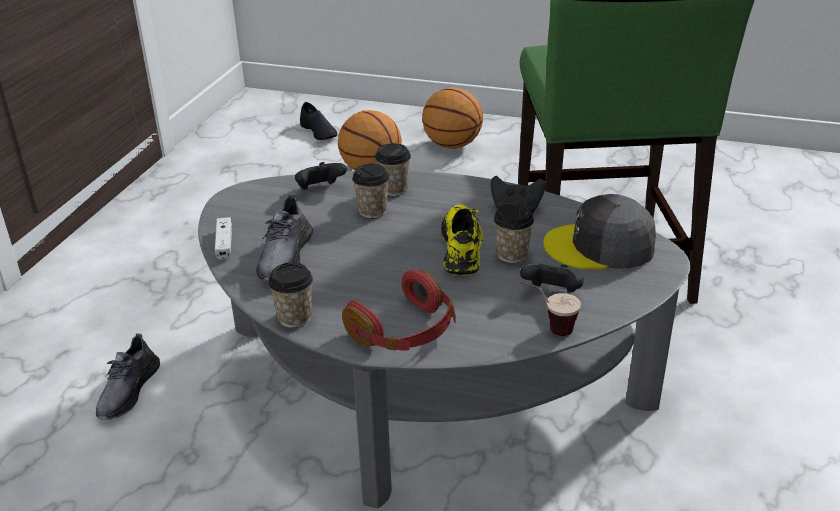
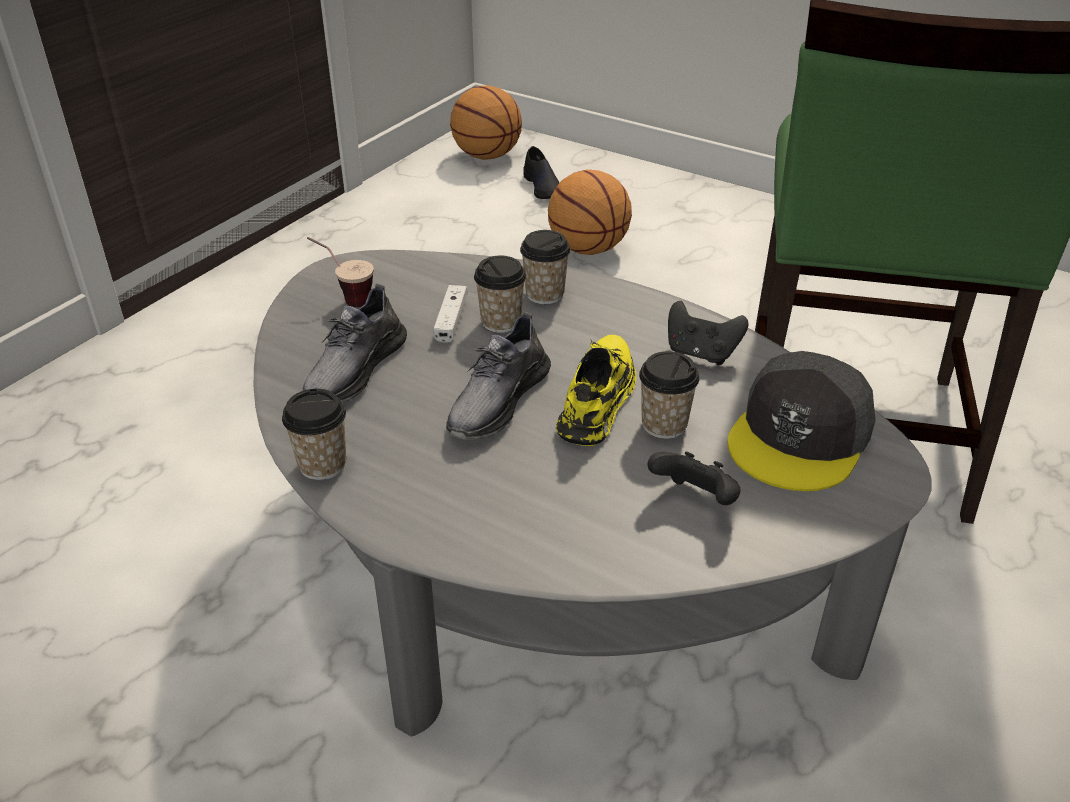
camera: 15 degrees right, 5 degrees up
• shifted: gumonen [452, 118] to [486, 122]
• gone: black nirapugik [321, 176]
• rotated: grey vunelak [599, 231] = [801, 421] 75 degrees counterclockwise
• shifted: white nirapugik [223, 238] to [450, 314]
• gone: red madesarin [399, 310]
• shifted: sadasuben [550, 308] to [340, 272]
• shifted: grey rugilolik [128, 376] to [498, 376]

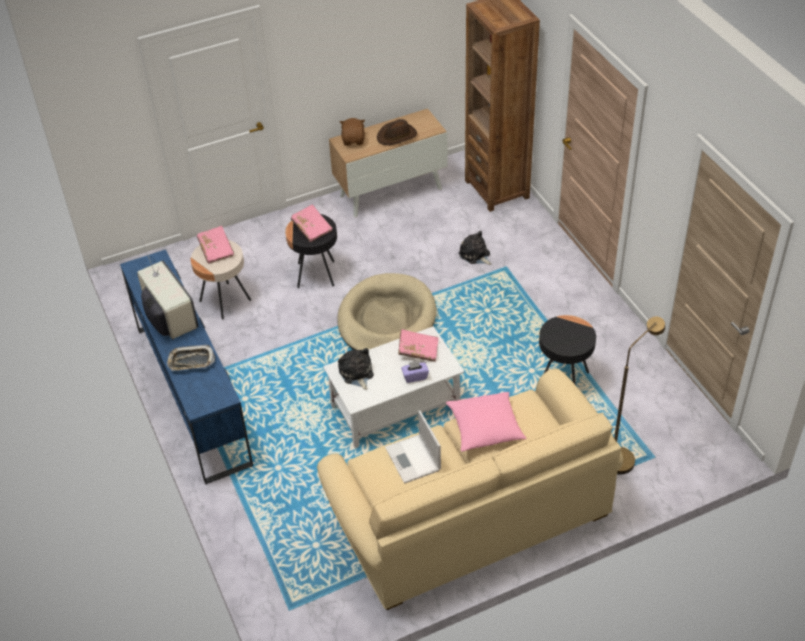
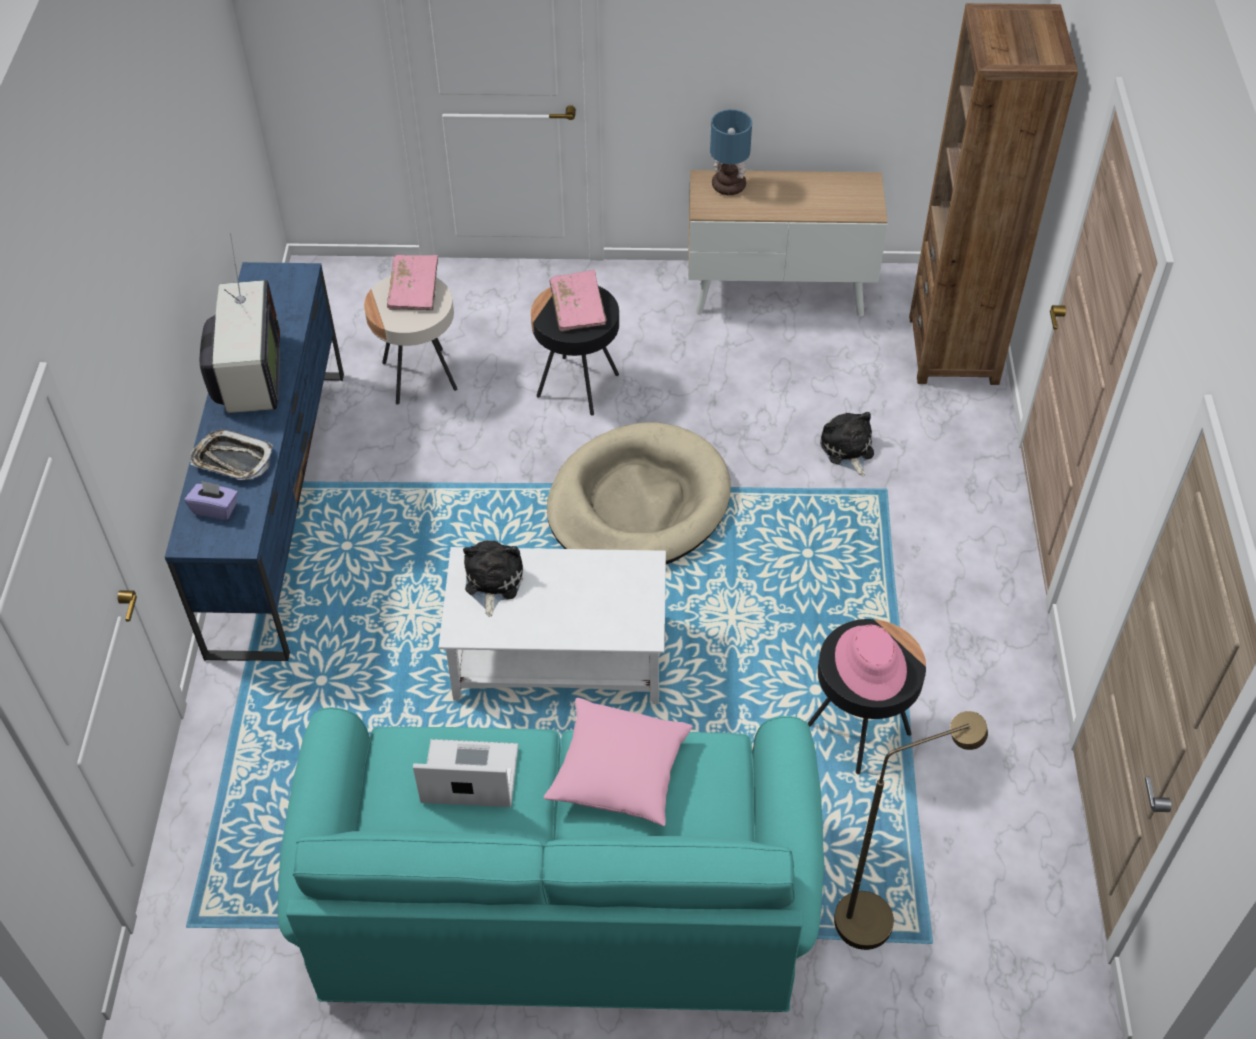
camera: 25 degrees right, 5 degrees up
• swapped: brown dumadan [352, 132] to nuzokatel [731, 152]
• gone: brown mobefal [397, 132]
• gone: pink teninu [418, 345]
• shifted: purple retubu [415, 372] to [211, 500]
• repainted: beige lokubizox [470, 489] to turquoise lokubizox [551, 859]
• rotated: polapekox [413, 447] = [465, 773] 90 degrees clockwise
• new: pink mobefal [871, 663]

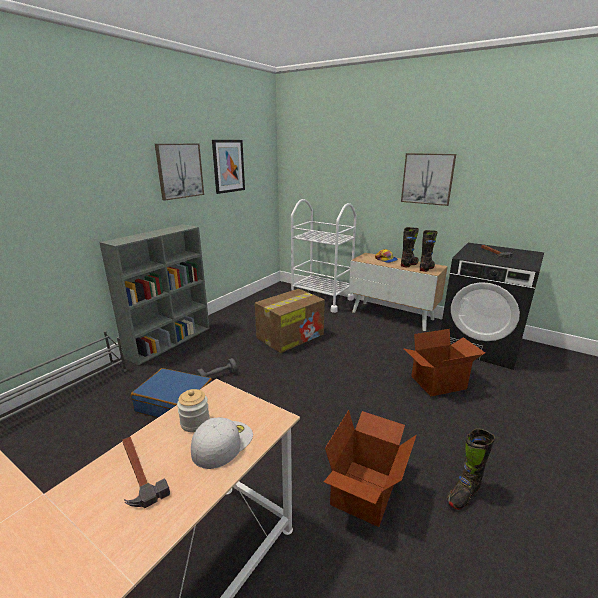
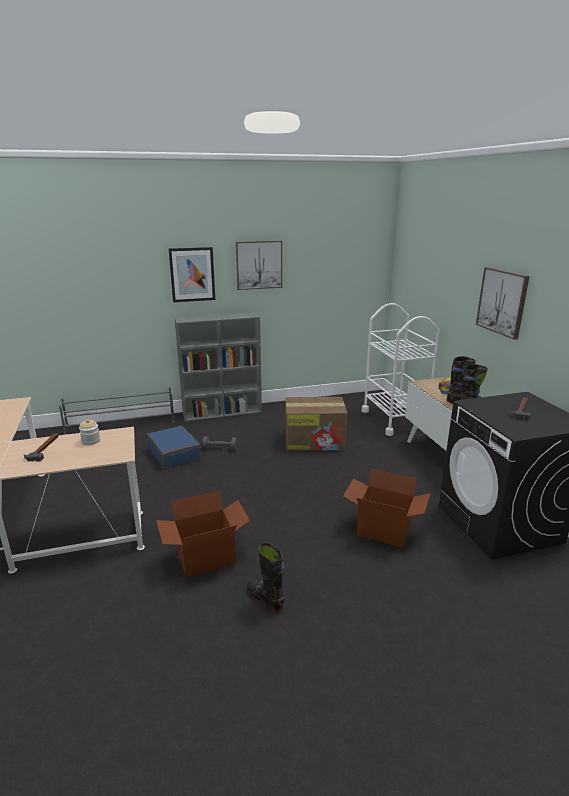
camera: 40 degrees right, 0 degrees up
• shifted: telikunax [228, 167] to [191, 274]
• gone: white vunelak [222, 443]
• rotated: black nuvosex [471, 469] = [266, 577] 45 degrees clockwise

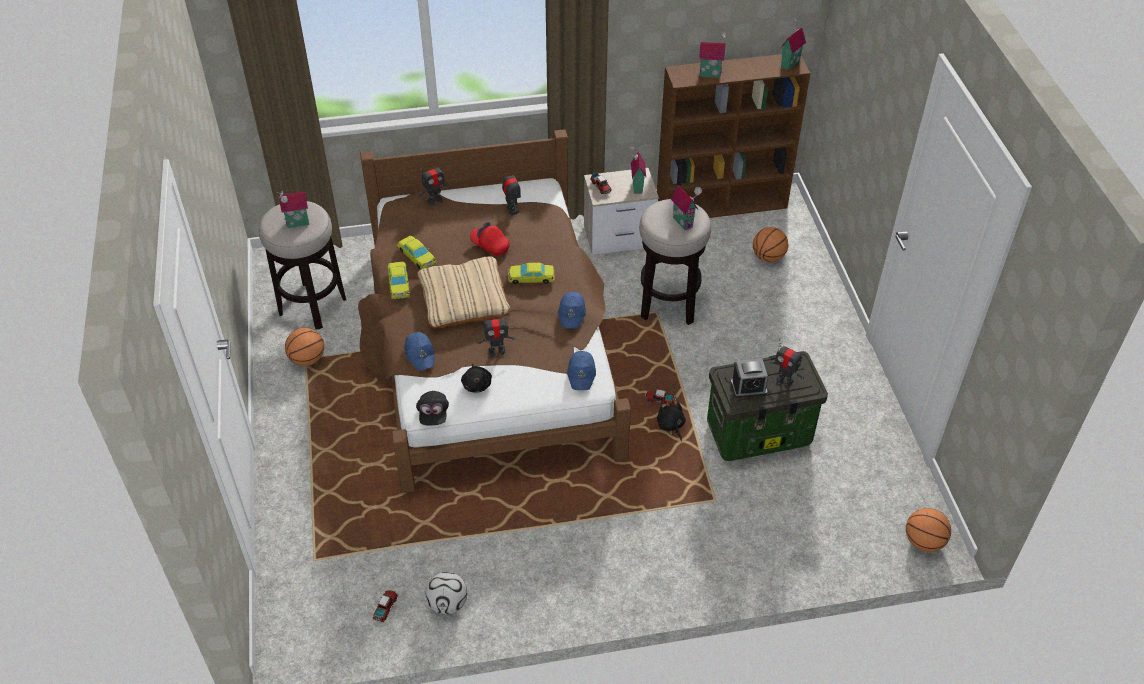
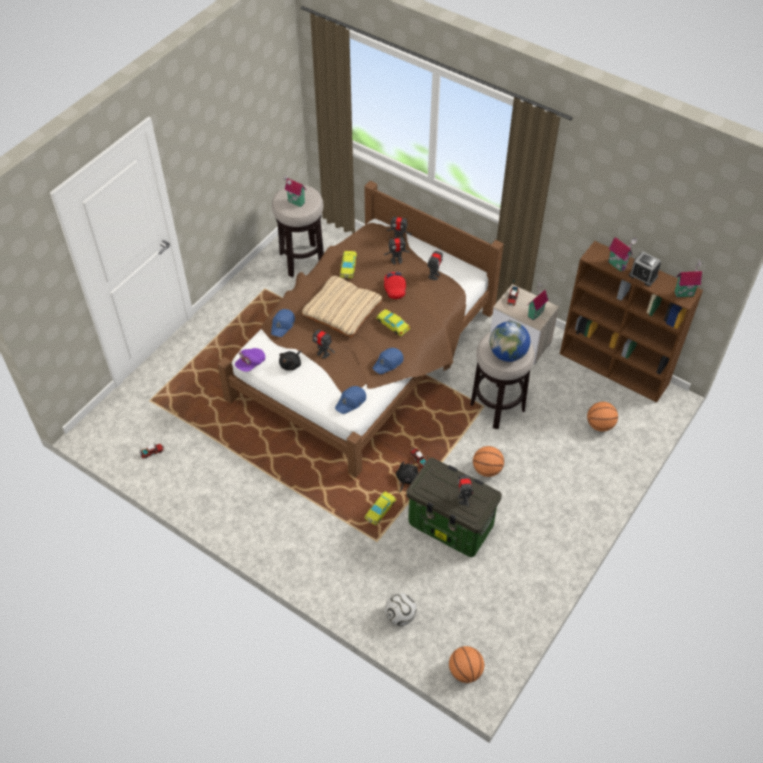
camera: 45 degrees right, 5 degrees up
• swapped: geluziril [686, 207] to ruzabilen [510, 341]
• shifted: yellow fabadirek [398, 280] to [380, 508]
• shifted: gumonen [304, 347] to [488, 461]
• shifted: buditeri [750, 378] to [645, 269]
• repainted: black vunelak [432, 408] to purple vunelak [250, 360]
• shifted: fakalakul [446, 593] to [401, 609]
• new: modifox [397, 249]

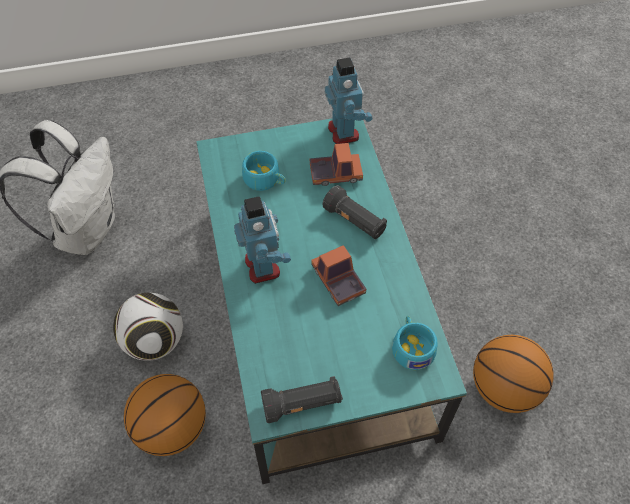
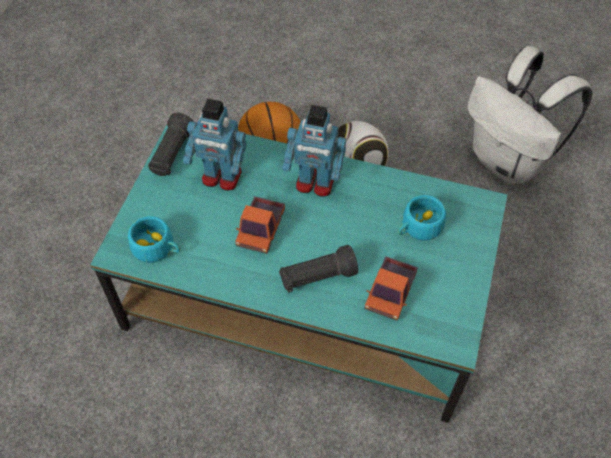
camera: 120 degrees right, 0 degrees up
• shifted: modifox [349, 100] to [215, 145]
• rotated: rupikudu [338, 275] = [260, 225] 105 degrees clockwise
• gone: gumonen [513, 374]

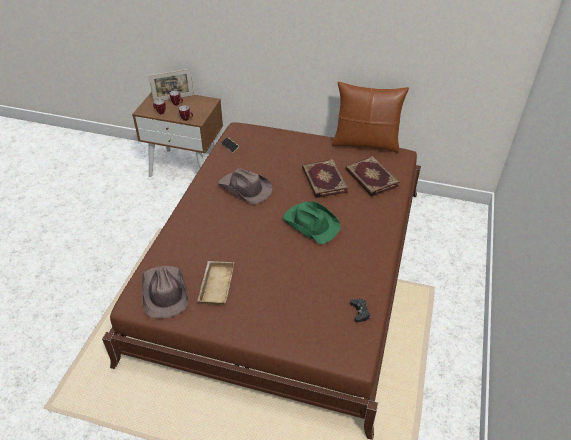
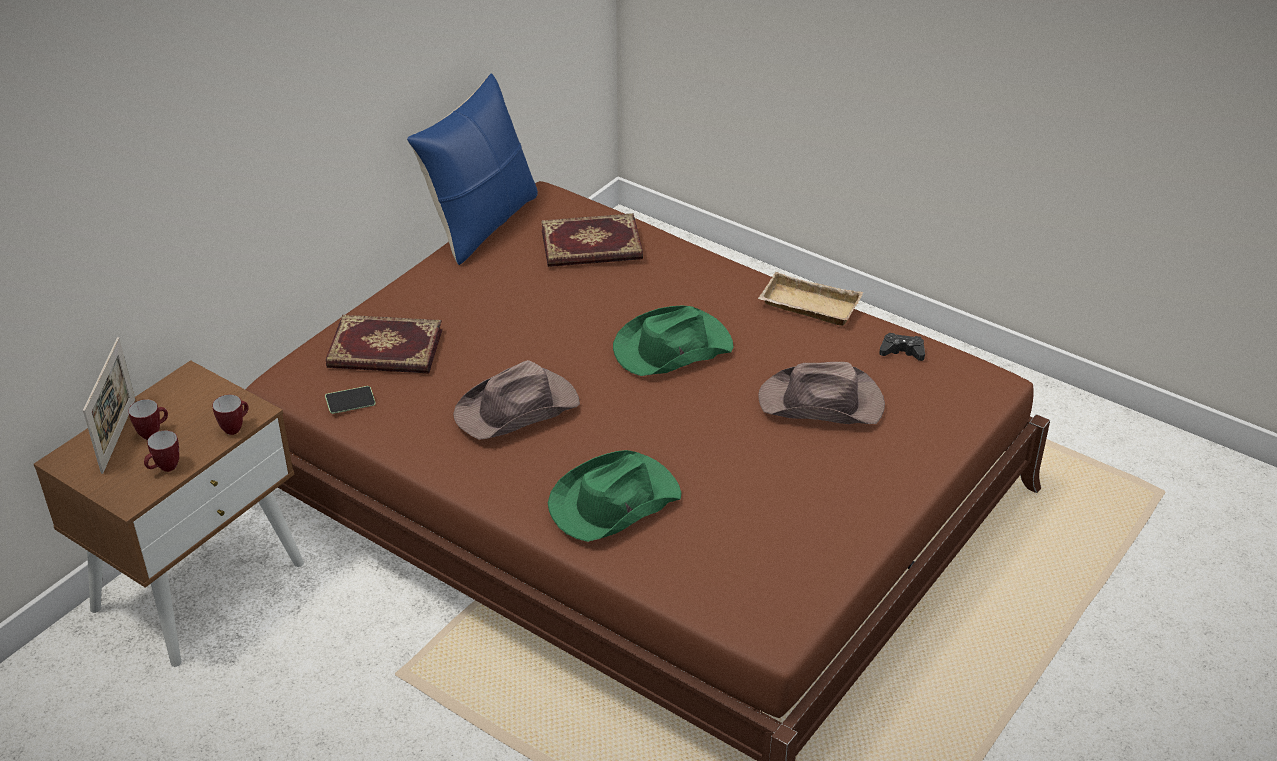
camera: 70 degrees left, 5 degrees down
• repainted: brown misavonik [370, 117] to blue misavonik [472, 169]
• shifted: teninu [325, 178] to [384, 344]
• shifted: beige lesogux [216, 283] to [810, 299]
• shifted: brown mobefal [165, 292] to [821, 393]
• new: green mobefal [614, 496]

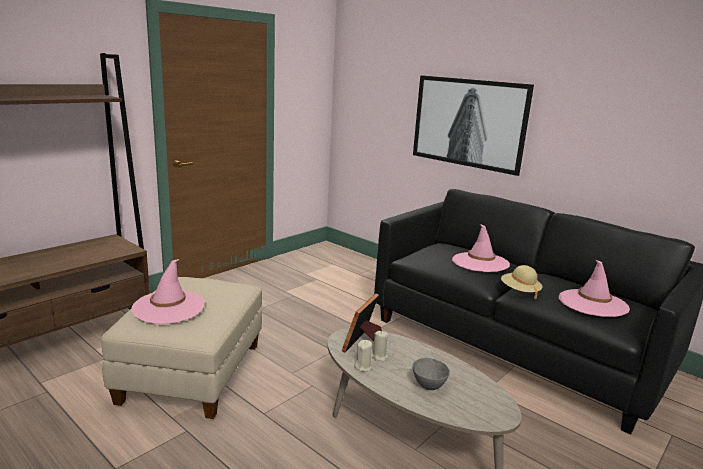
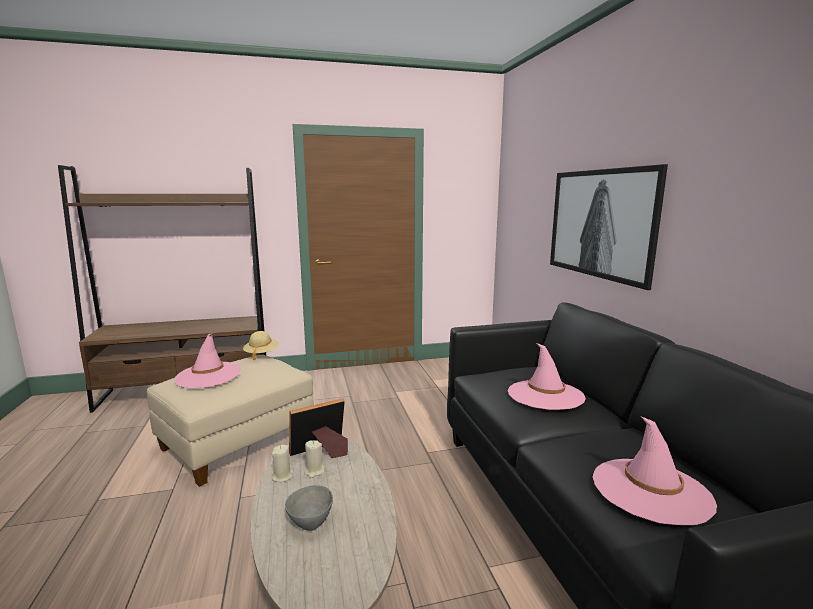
camera: 35 degrees right, 5 degrees down
• shifted: beige mobefal [522, 282] to [261, 345]

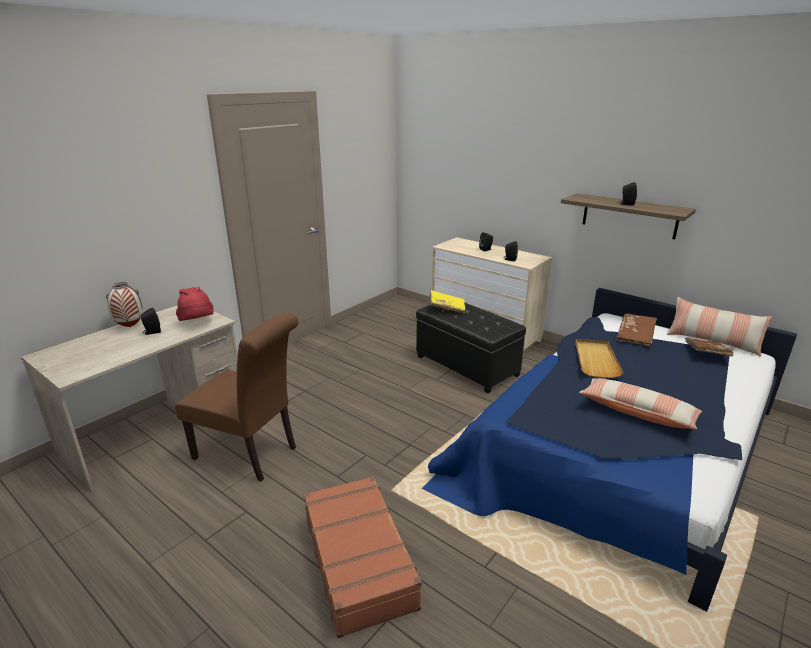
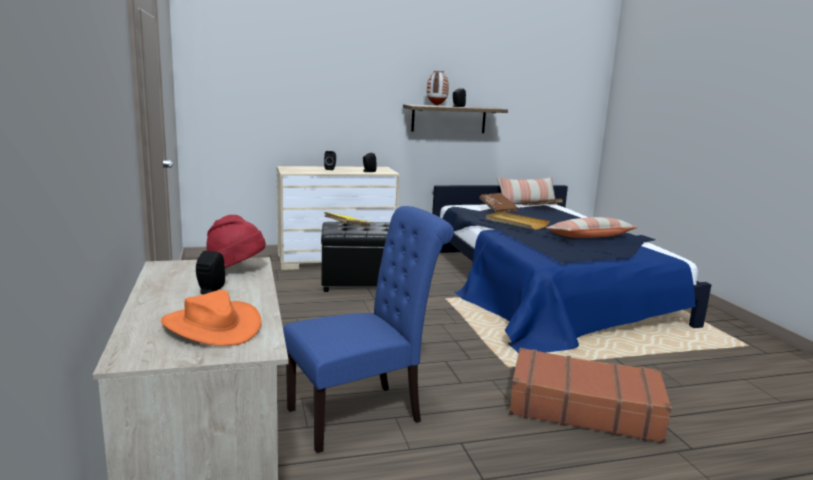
camera: 55 degrees left, 10 degrees down
• shifted: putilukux [124, 304] to [438, 88]
• repainted: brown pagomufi [236, 397] to blue pagomufi [368, 329]
• new: orange mobefal [211, 318]

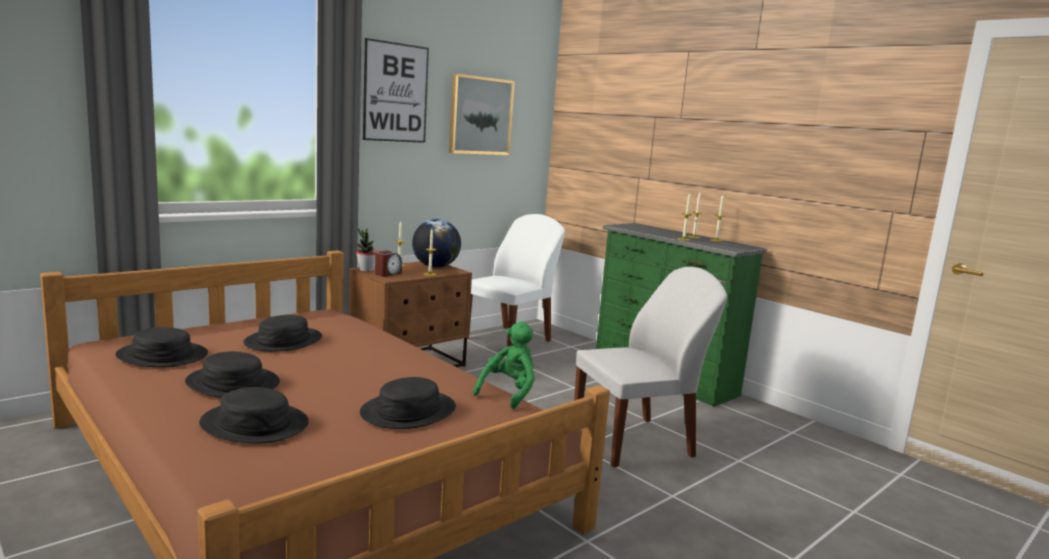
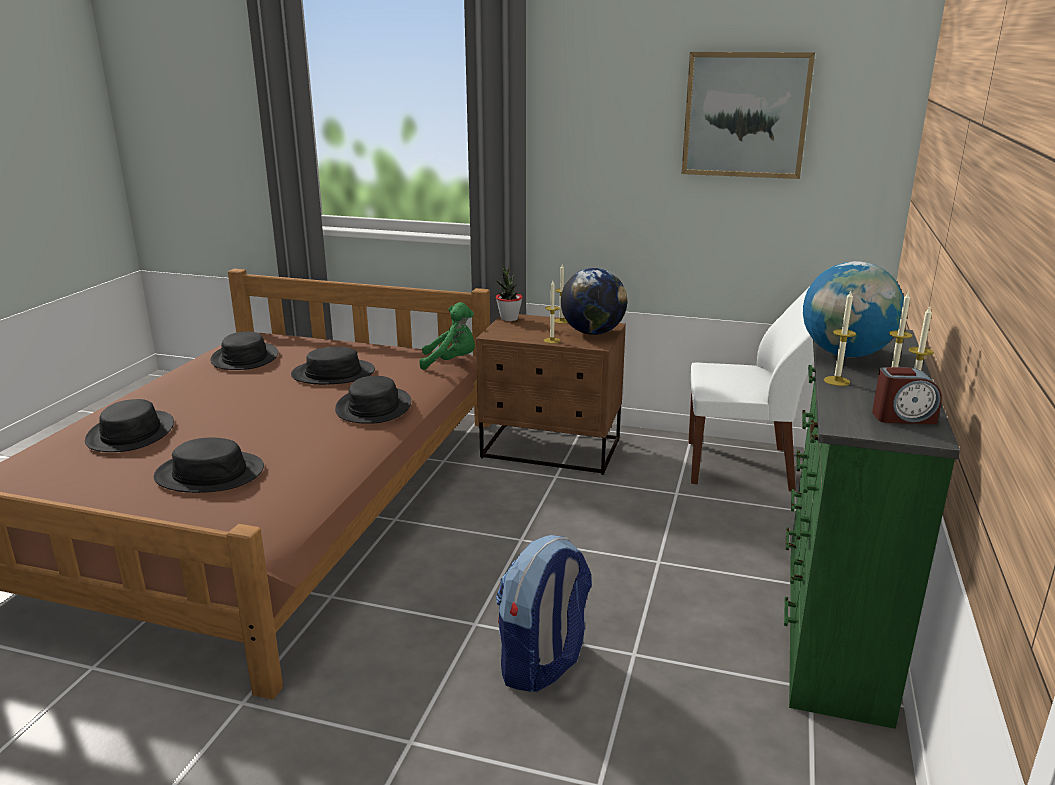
camera: 60 degrees right, 10 degrees up
• gone: telikunax [396, 90]
• shifted: buditeri [388, 263] to [907, 395]
• swapped: white pagomufi [650, 367] to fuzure [544, 613]
• shifted: green dumadan [504, 365] to [447, 336]
• shifted: black mobefal [232, 374] to [373, 400]
• new: ruzabilen [853, 309]

